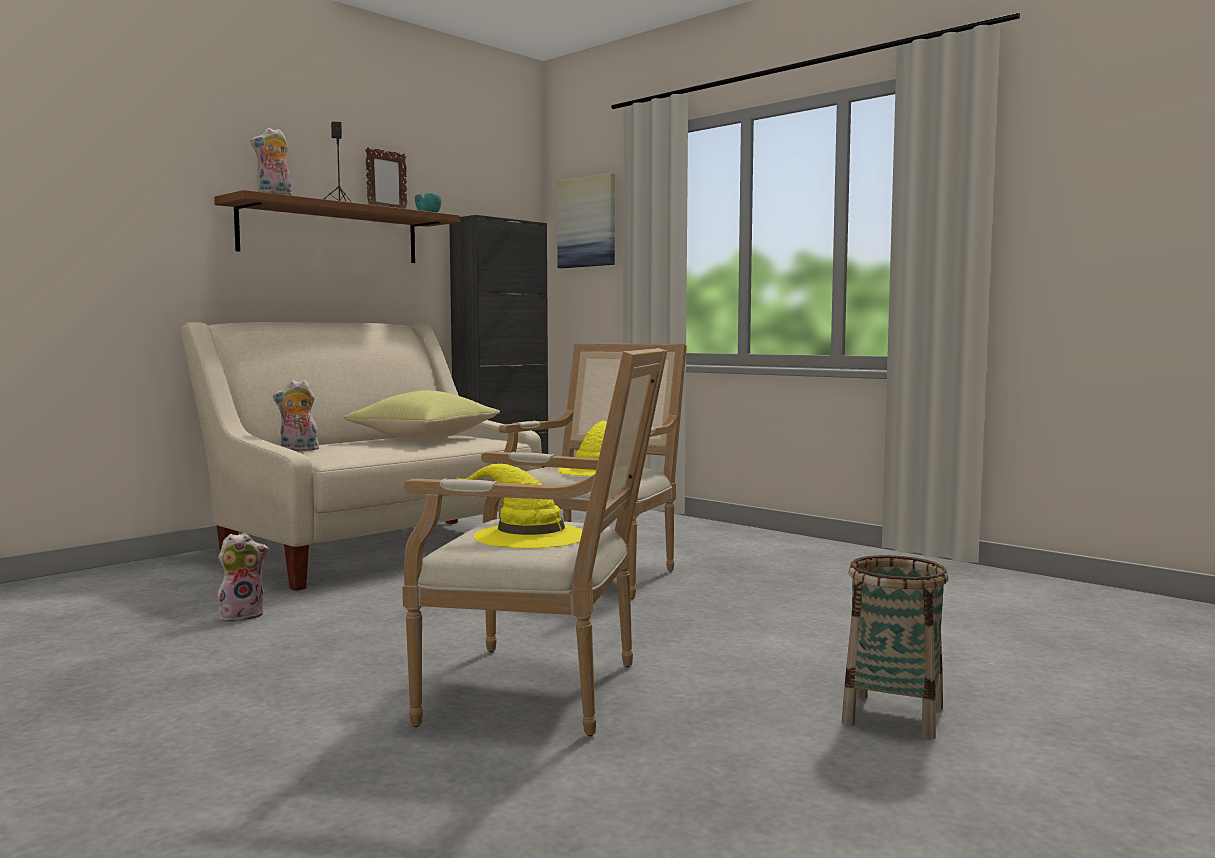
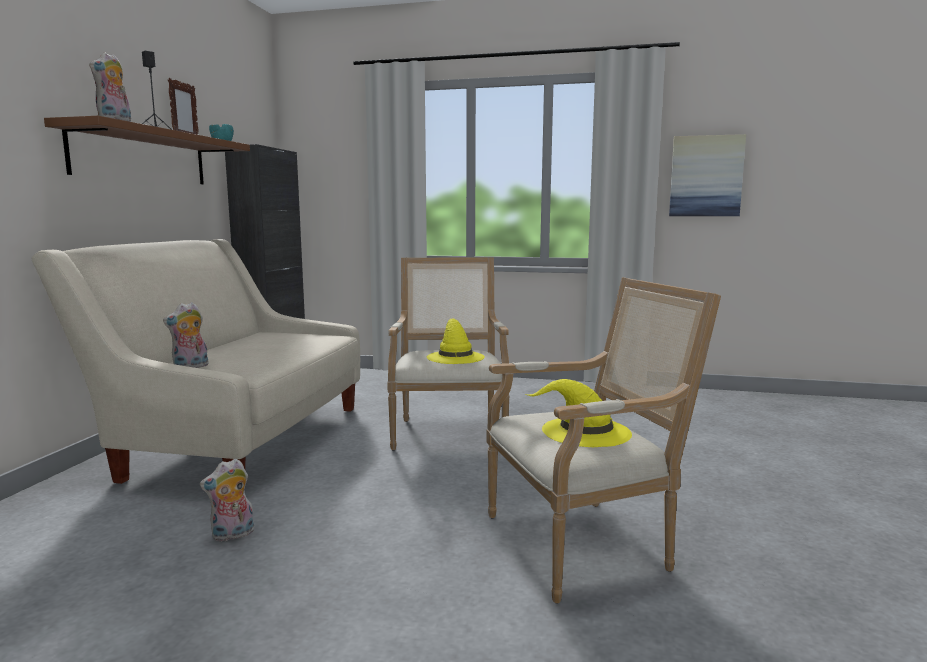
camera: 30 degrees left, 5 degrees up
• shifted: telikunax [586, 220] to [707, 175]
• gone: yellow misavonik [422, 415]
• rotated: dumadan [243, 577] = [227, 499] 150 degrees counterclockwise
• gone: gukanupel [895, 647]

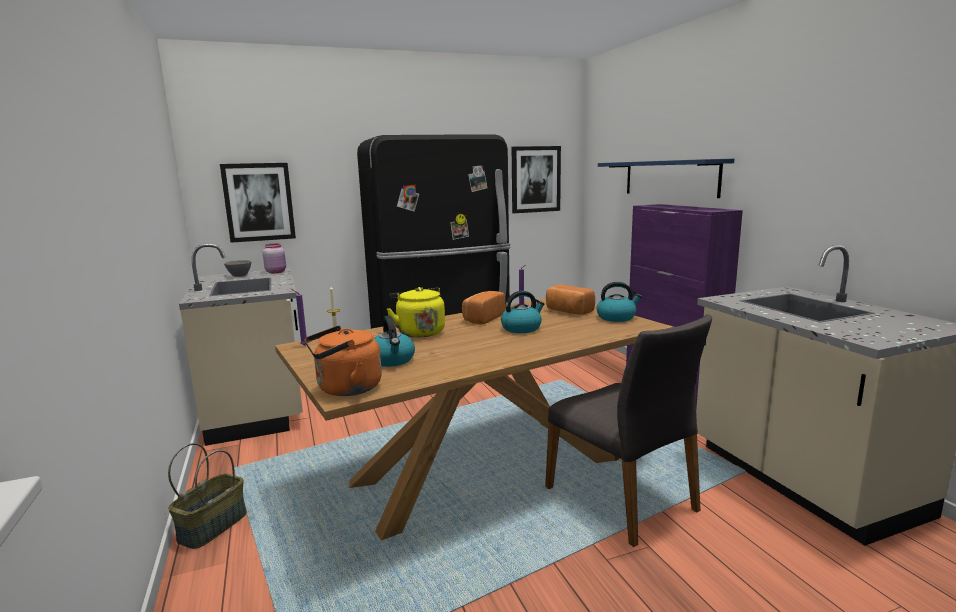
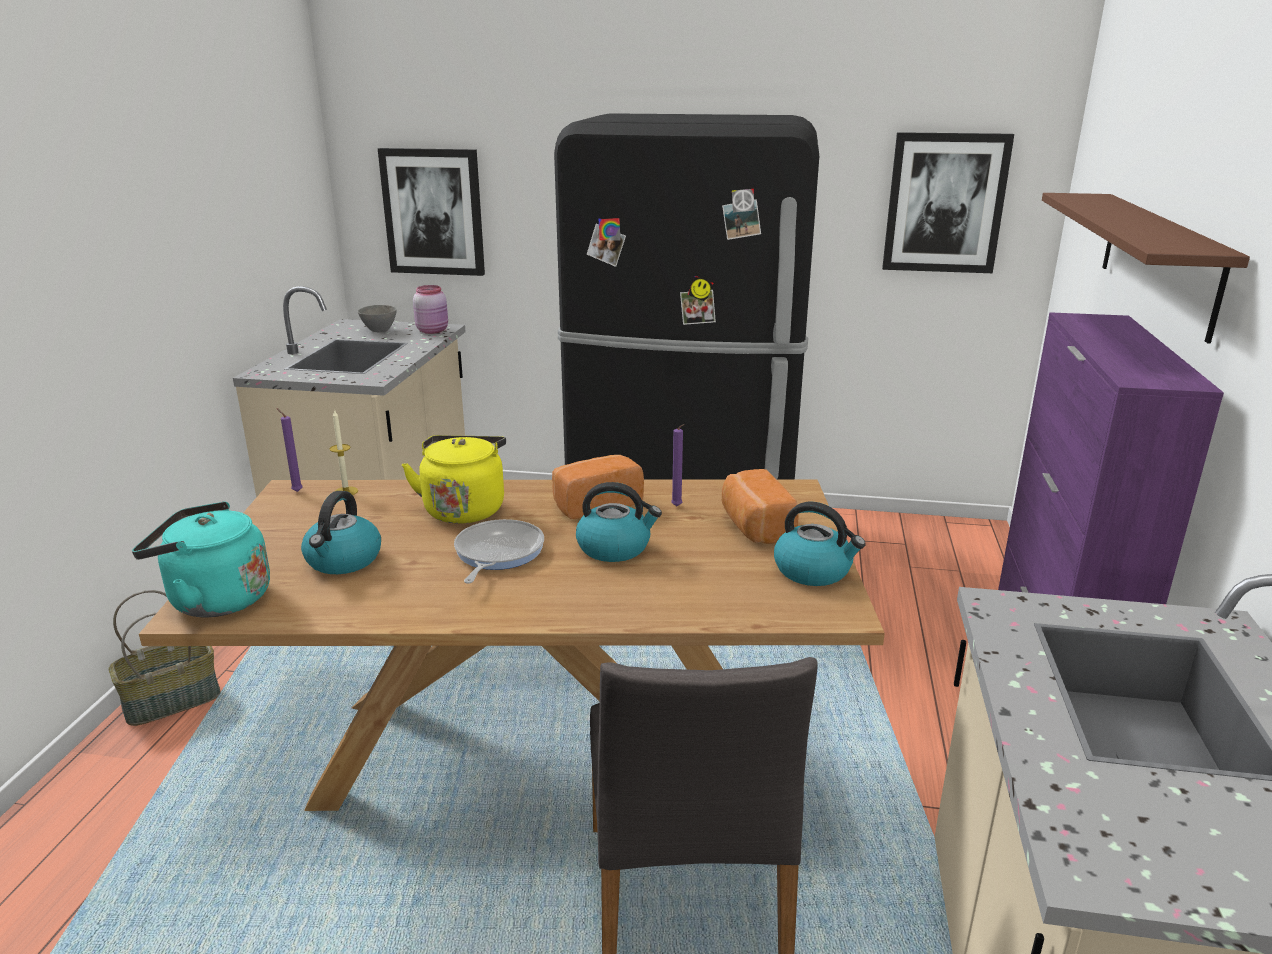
camera: 30 degrees right, 10 degrees up
• repainted: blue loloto [666, 178] to brown loloto [1146, 268]
• repainted: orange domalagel [343, 361] to turquoise domalagel [201, 560]
• new: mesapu [499, 551]

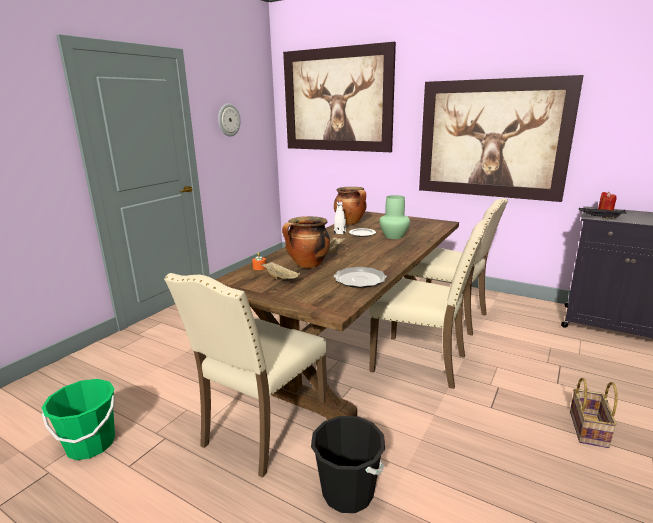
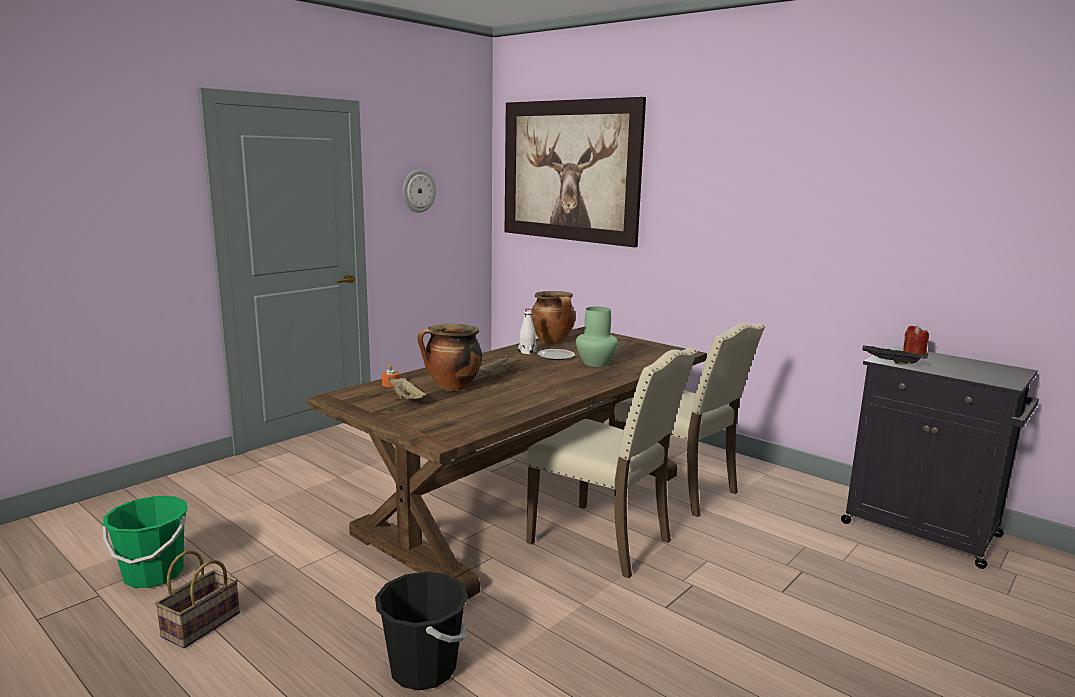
camera: 10 degrees right, 5 degrees down
• gone: telikunax [501, 138]
• gone: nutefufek [360, 277]
• gone: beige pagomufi [245, 375]
• shifted: gukanupel [594, 413] to [197, 599]

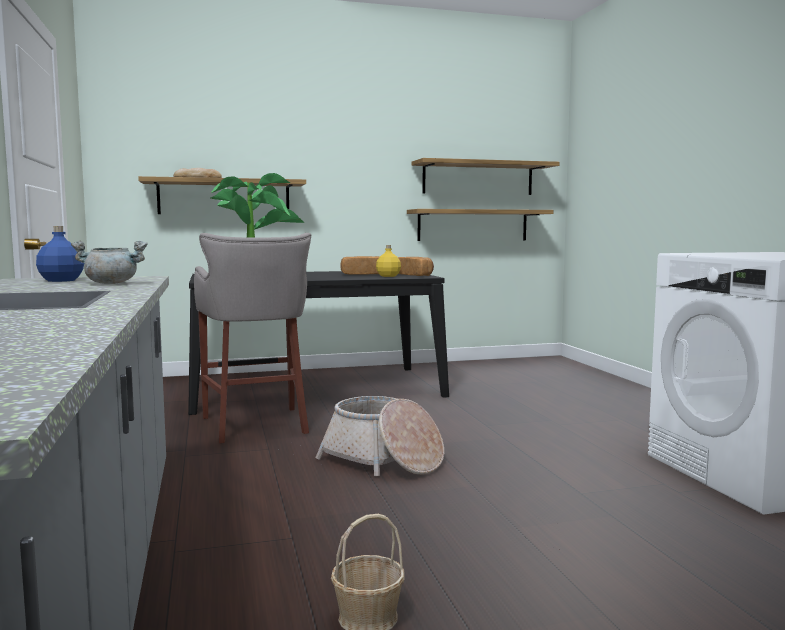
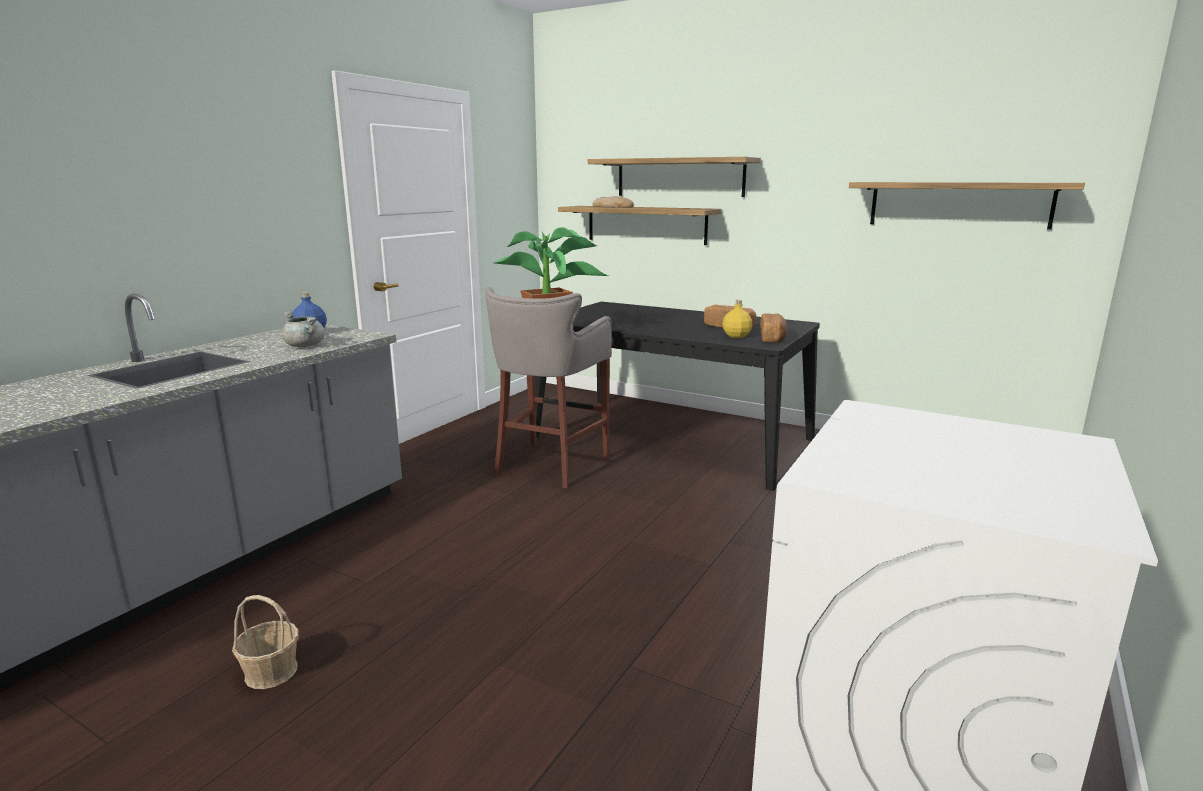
camera: 45 degrees right, 10 degrees up
• shifted: loloto [480, 225] to [674, 177]
• gone: gukanupel [380, 436]

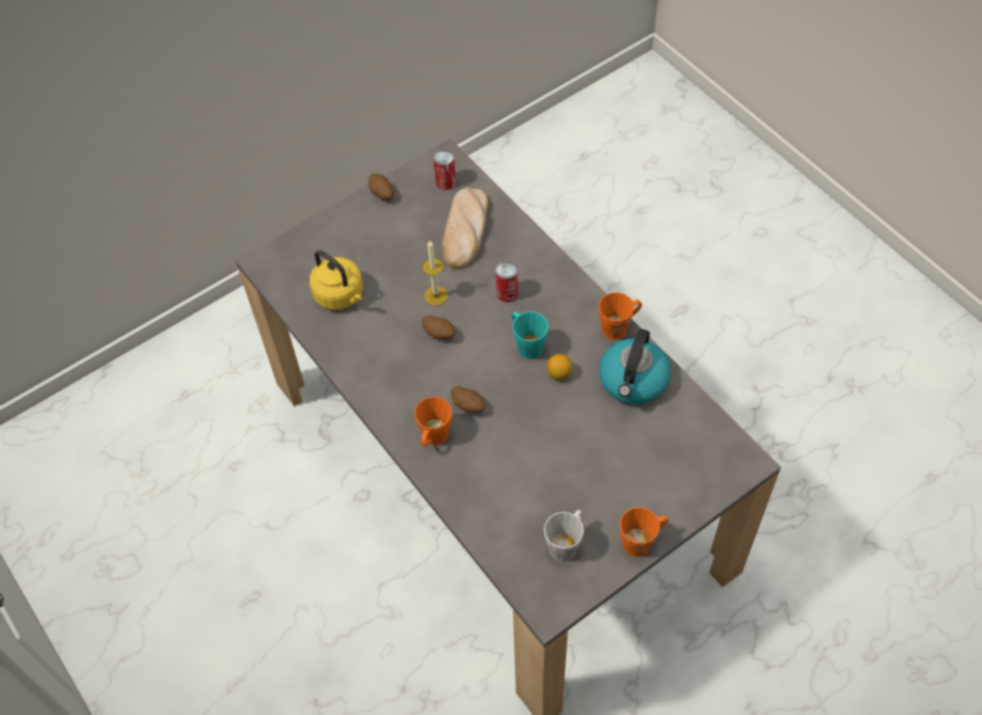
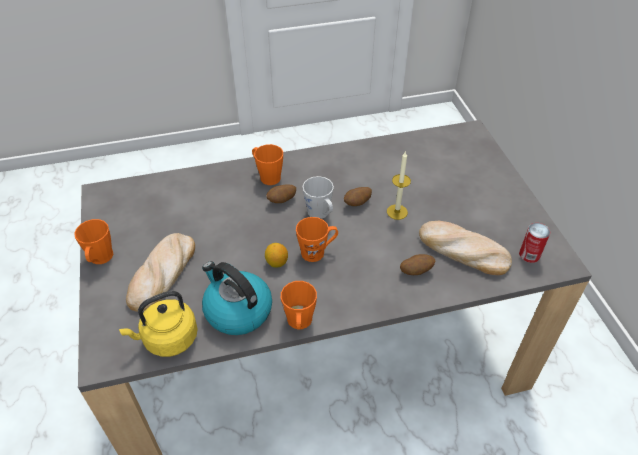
camera: 110 degrees right, 10 degrees down
• shifted: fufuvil [381, 187] to [417, 264]
• shifted: yellow domalagel [336, 280] to [158, 324]
• gone: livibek [506, 281]
• repainted: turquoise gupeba [530, 335] to orange gupeba [317, 239]
• shifted: grey gupeba [564, 535] to [318, 197]
• new: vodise [160, 272]

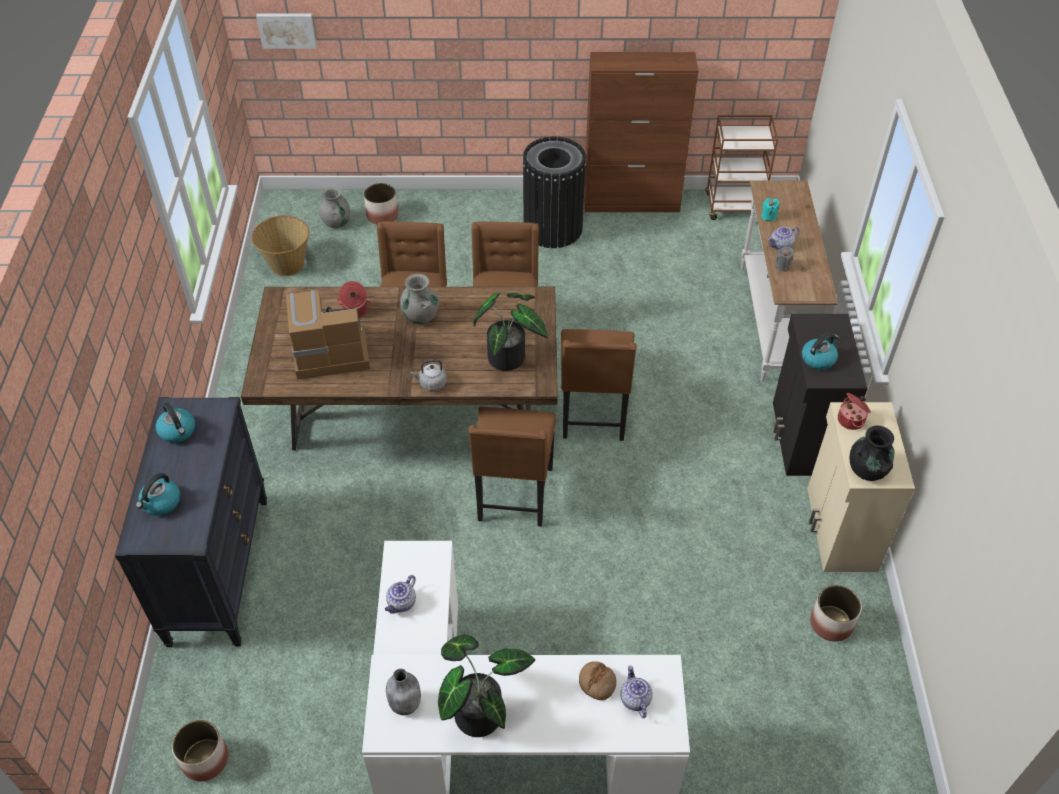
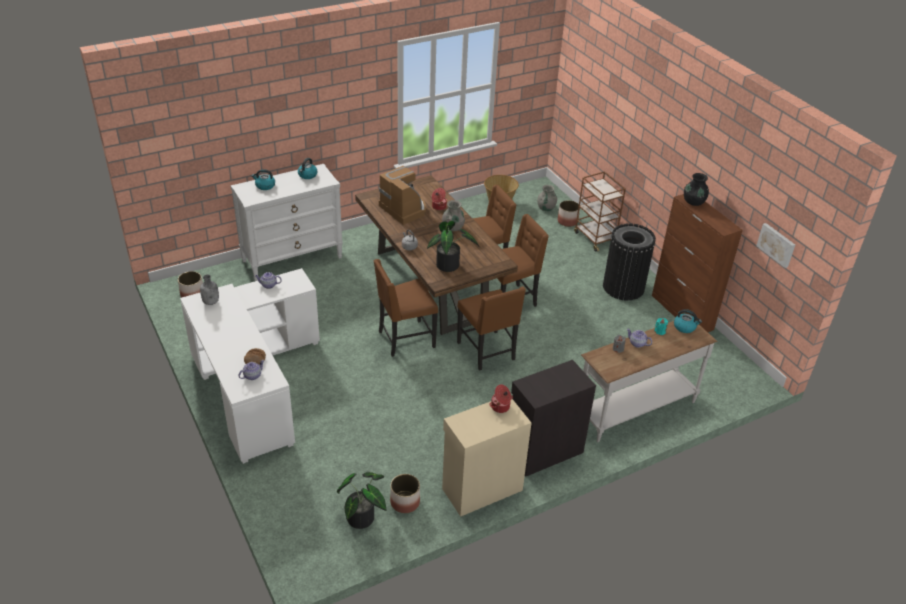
camera: 60 degrees right, 10 degrees down
• shifted: telikunax [286, 31] to [775, 245]
• shifted: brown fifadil [741, 167] to [600, 211]
• rotated: brown pagomufi [599, 385] = [491, 328] 90 degrees counterclockwise
• shifted: domalagel [820, 351] to [688, 321]
• repainted: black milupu [191, 522] to white milupu [287, 222]
• shifted: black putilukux [872, 453] to [696, 189]
• shifted: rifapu [487, 685] to [362, 500]

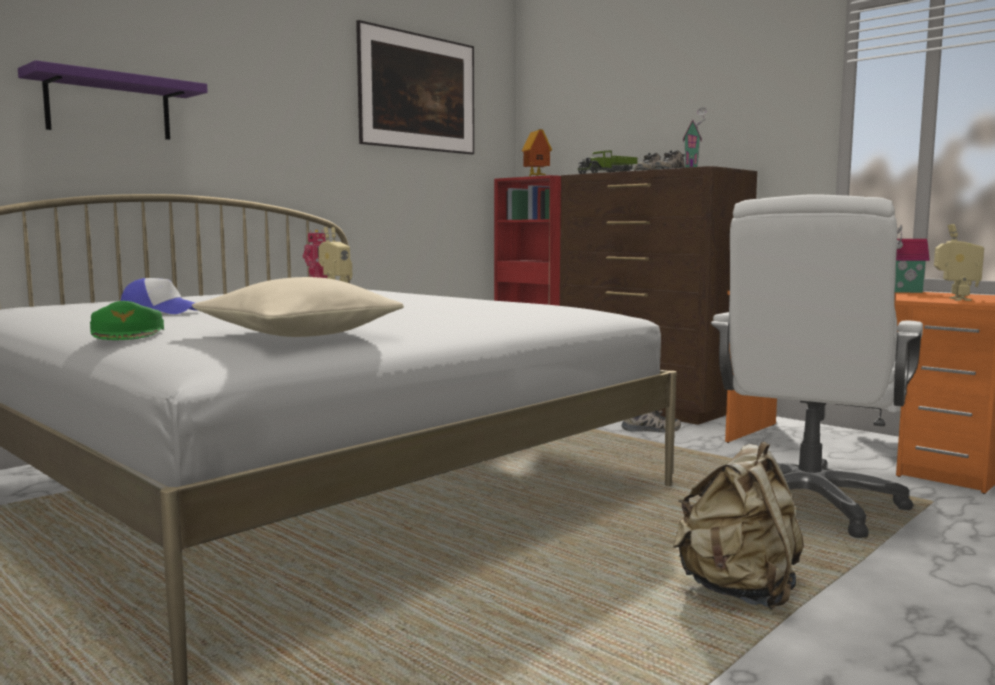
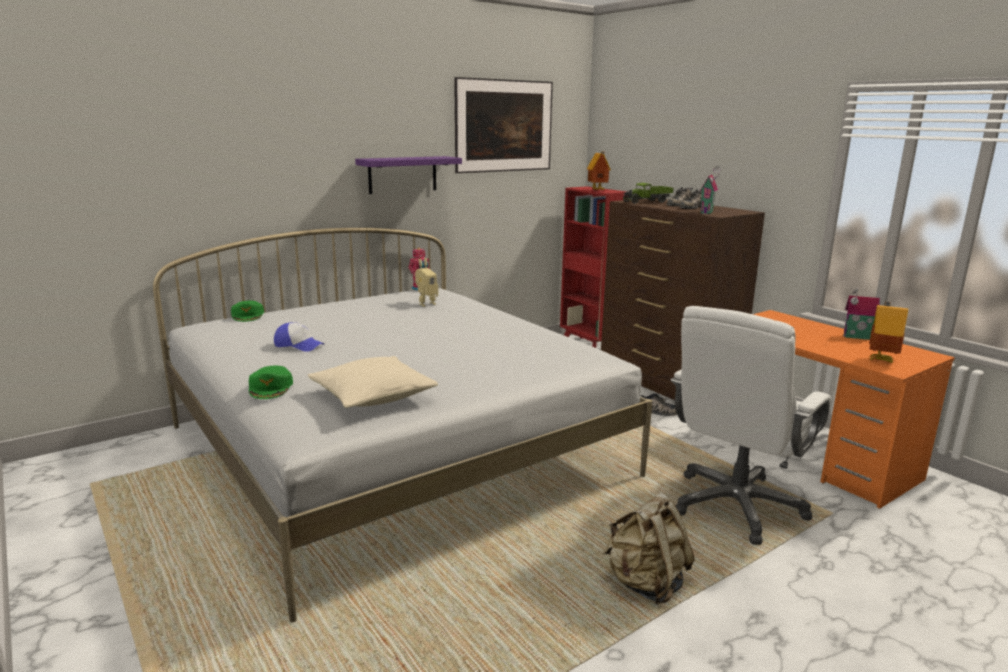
camera: 10 degrees right, 10 degrees up
• shifted: purple loloto [113, 100] to [408, 175]
• swapped: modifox [959, 262] to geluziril [888, 332]
• new: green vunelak [247, 311]

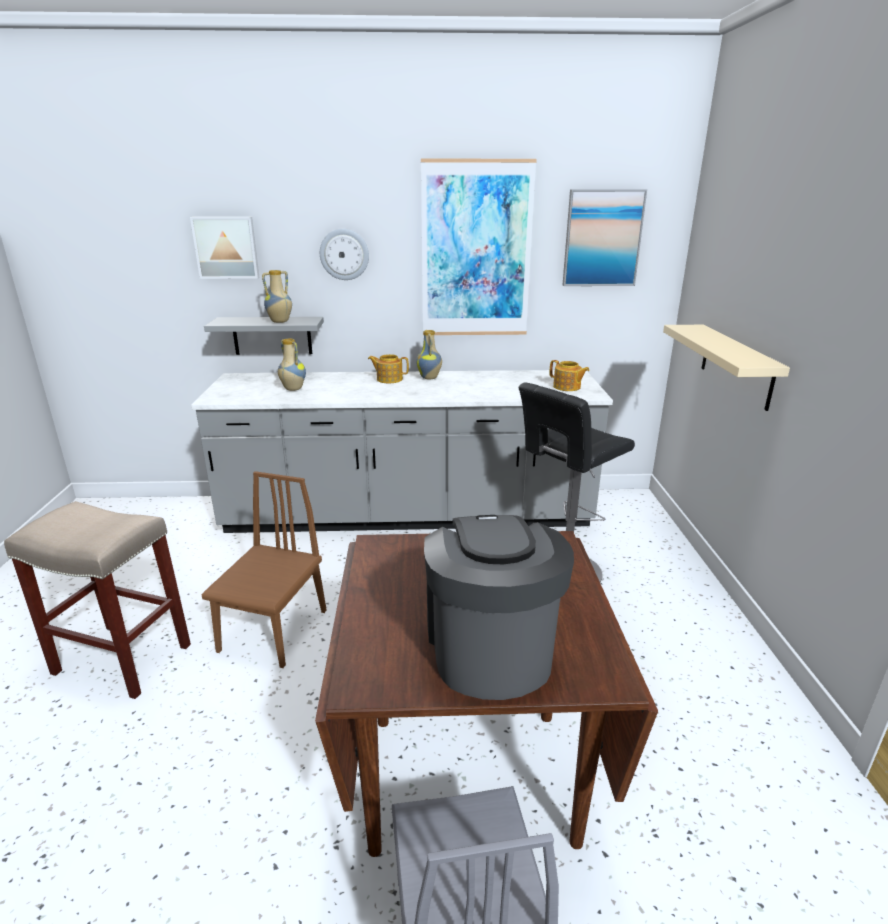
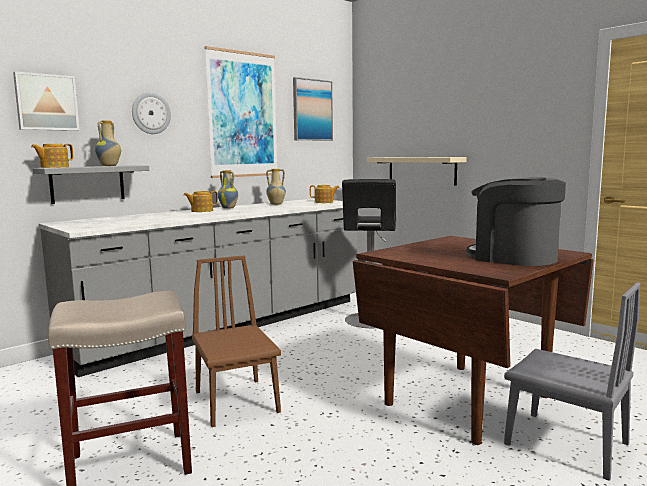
camera: 40 degrees left, 15 degrees down
• shifted: putilukux [292, 364] to [276, 187]
• new: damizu [52, 156]

